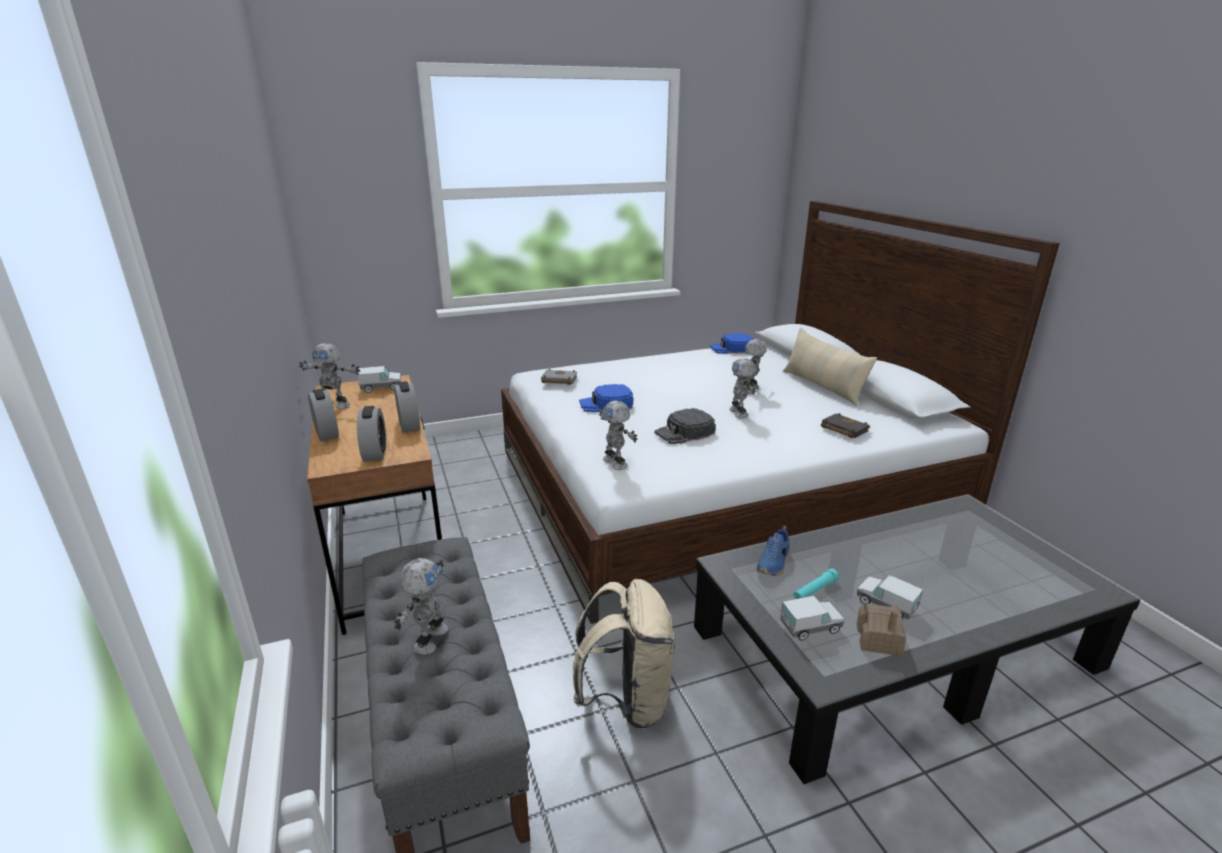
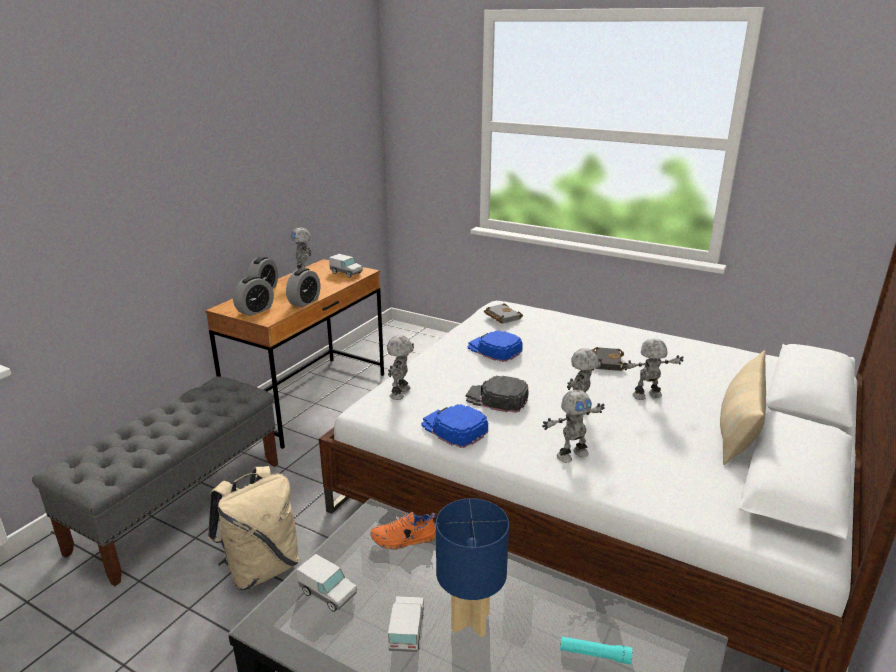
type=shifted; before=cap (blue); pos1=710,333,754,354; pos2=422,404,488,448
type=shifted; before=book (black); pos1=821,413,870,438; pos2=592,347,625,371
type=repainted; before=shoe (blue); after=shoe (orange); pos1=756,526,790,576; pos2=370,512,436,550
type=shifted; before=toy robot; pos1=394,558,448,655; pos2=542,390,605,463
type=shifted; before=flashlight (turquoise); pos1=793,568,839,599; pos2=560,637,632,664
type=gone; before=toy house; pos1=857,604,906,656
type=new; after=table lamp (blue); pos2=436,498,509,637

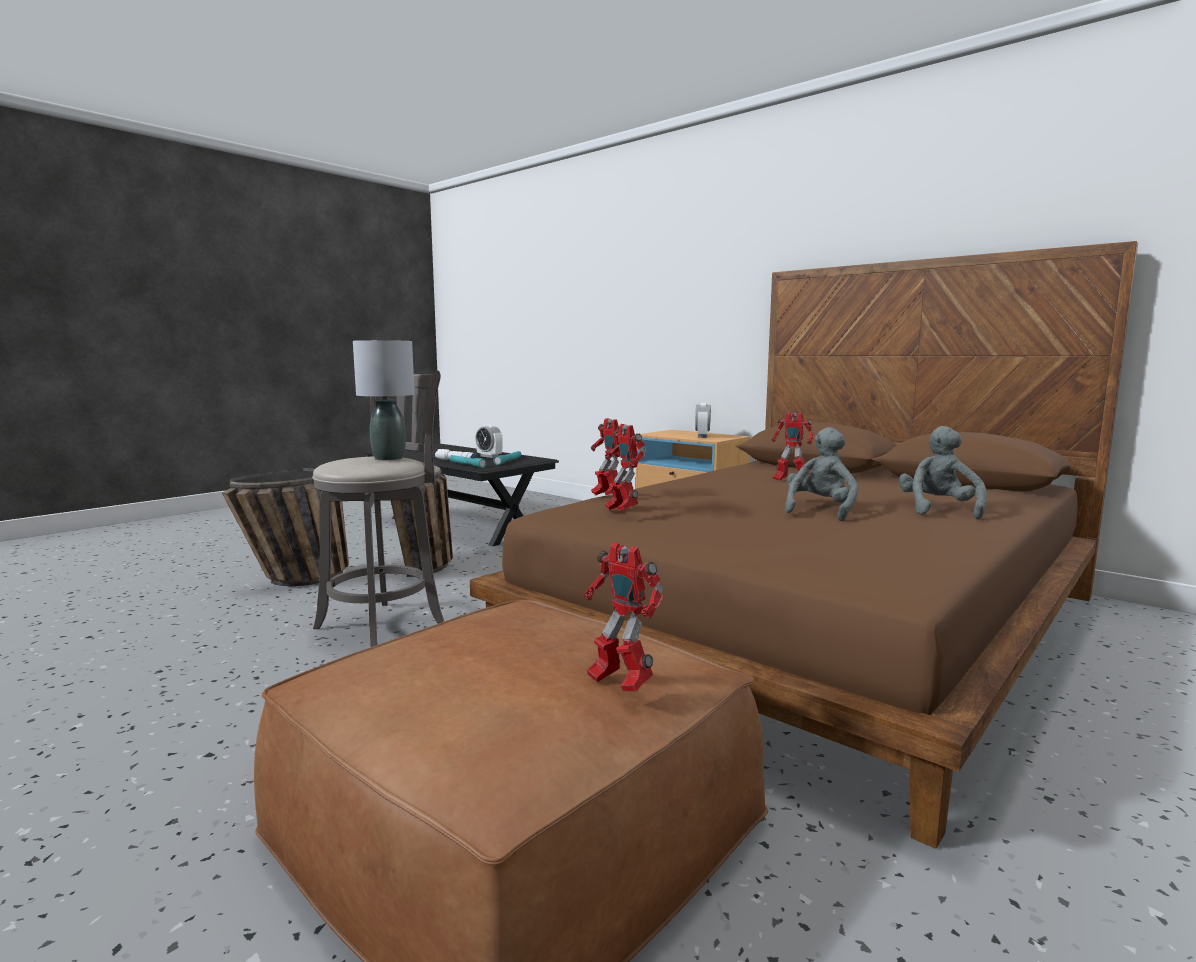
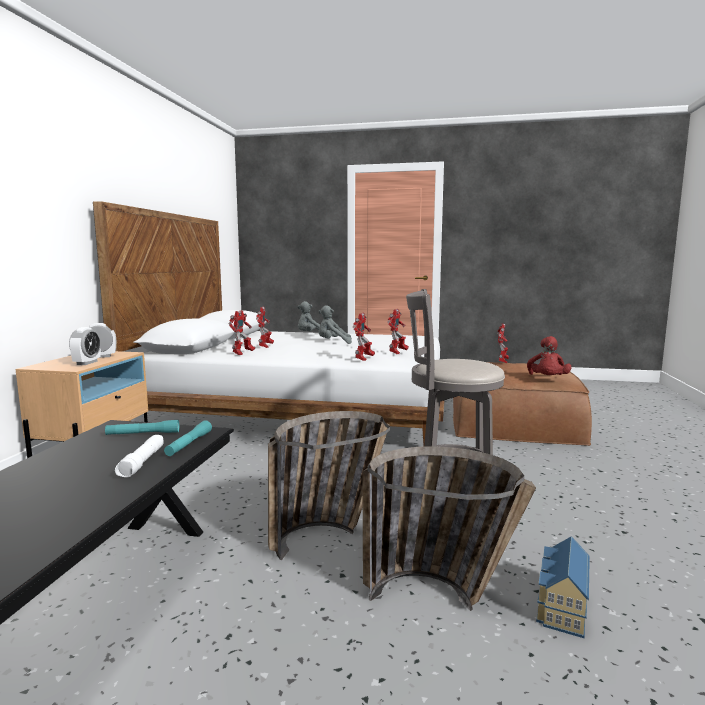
type=repainted; before=bed (brown); after=bed (white); pos1=470,241,1138,849; pos2=93,201,445,445
type=gone; before=table lamp (grey); pos1=353,340,415,460
type=shifted; before=alarm clock; pos1=475,424,503,458; pos2=69,327,101,365
type=new; after=toy robot; pos2=229,310,255,355
type=new; after=plush toy (red); pos2=527,336,572,375
type=new; after=toy house; pos2=536,536,590,638

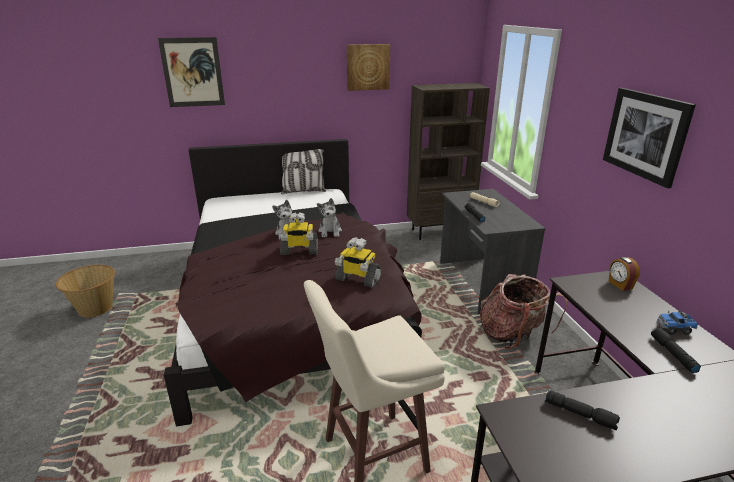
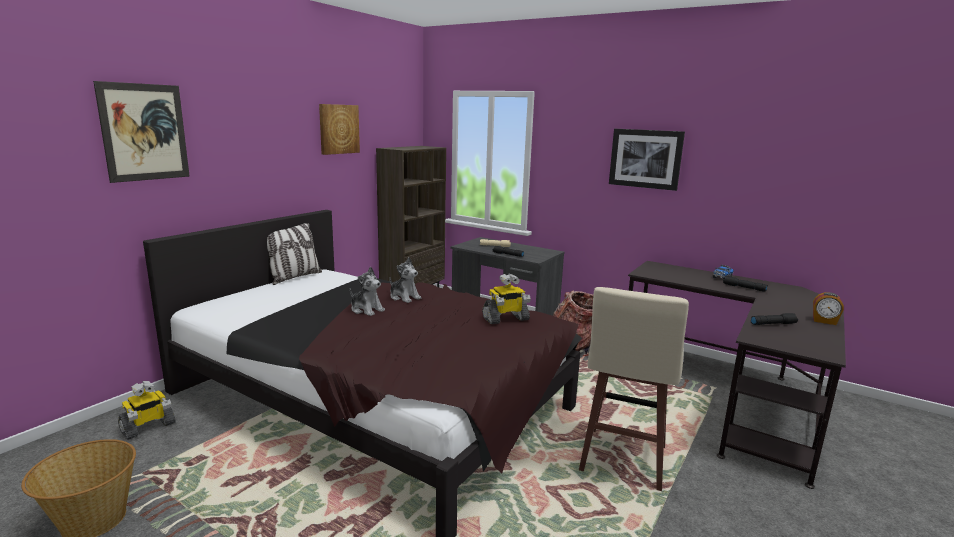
type=shifted; before=toy robot; pos1=280,212,318,255; pos2=118,381,176,440
type=shifted; before=alarm clock; pos1=609,257,640,291; pos2=813,292,844,325

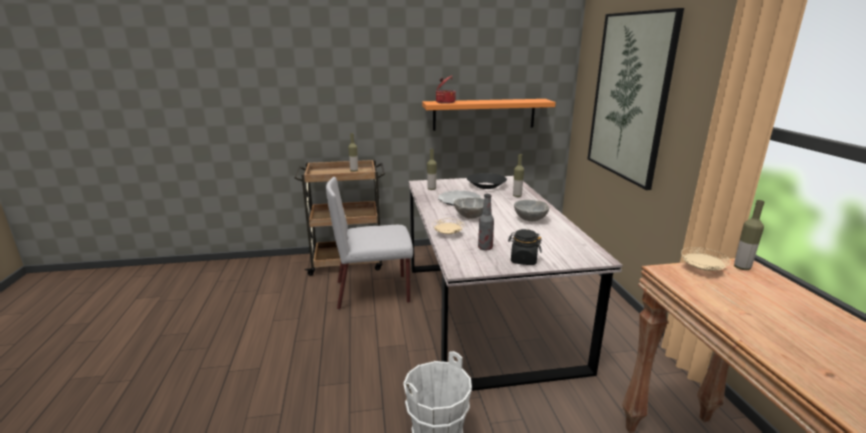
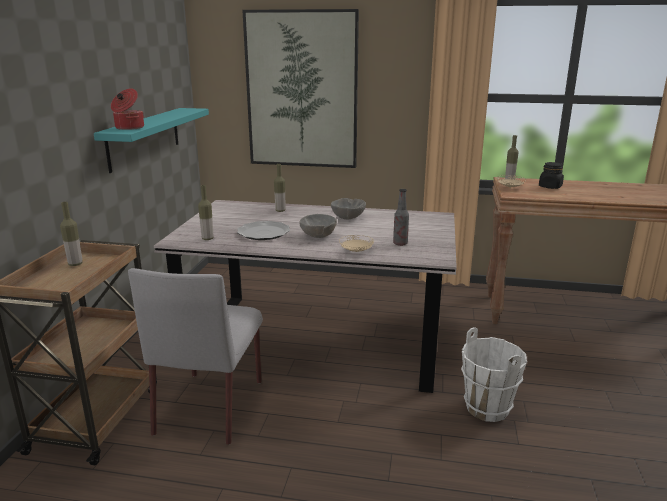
type=repainted; before=shelf (orange); after=shelf (turquoise); pos1=422,99,556,131; pos2=94,108,209,173
type=gone; before=bowl (black); pos1=467,173,507,189
type=shifted; before=jar (black); pos1=508,229,542,265; pos2=539,162,564,189

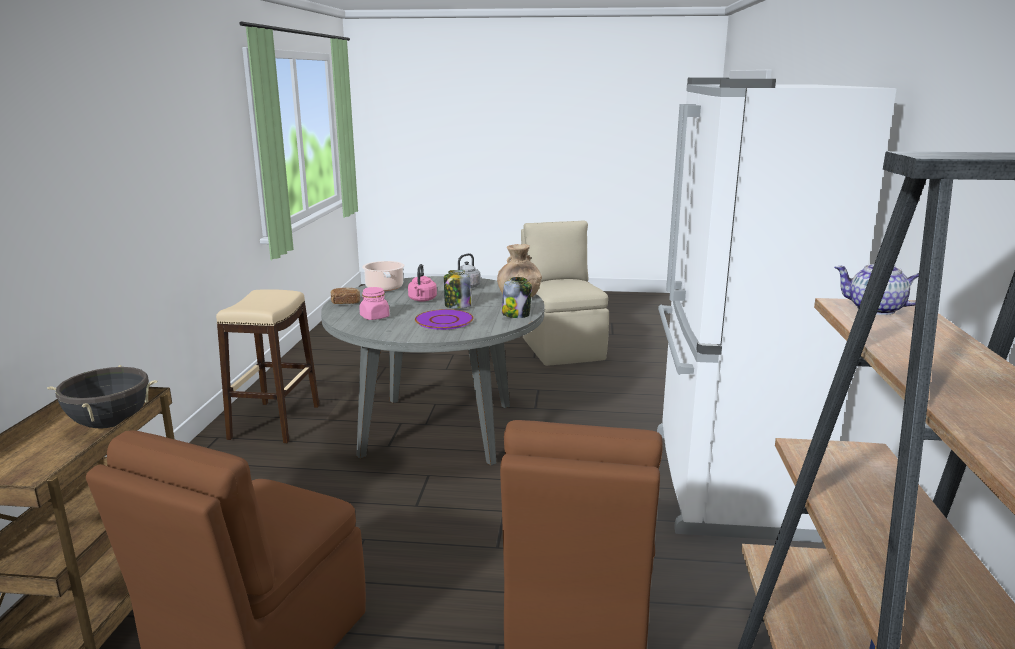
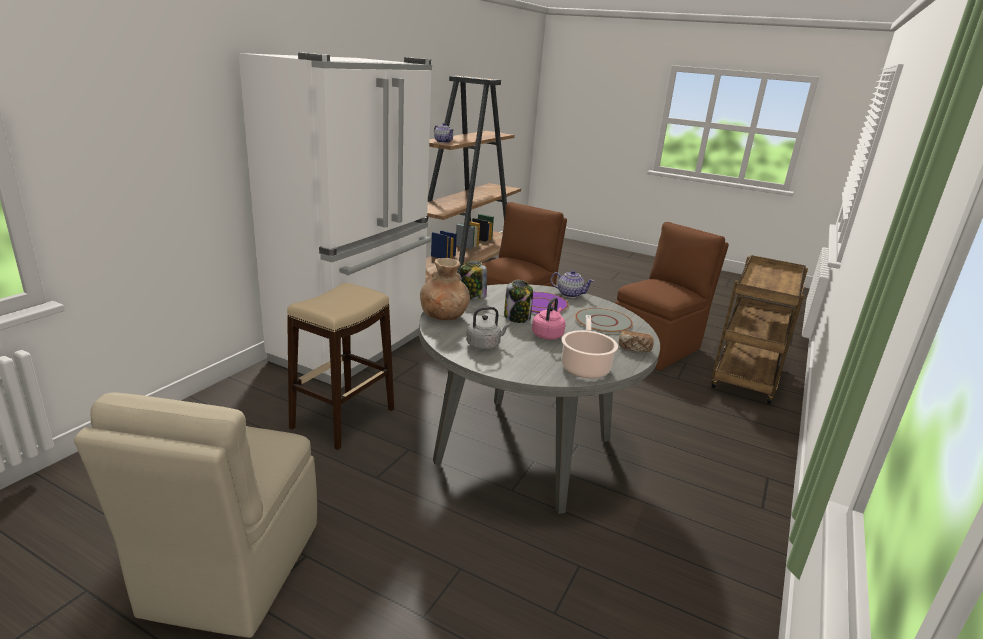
type=swapped; before=jar (pink); after=plate (grey); pos1=359,287,390,320; pos2=575,308,633,333
type=shifted; before=stool (beige); pos1=216,289,320,443; pos2=287,283,394,450
type=gone; before=cooking pot (black); pos1=47,365,157,429
type=new; after=teapot; pos2=551,270,594,298

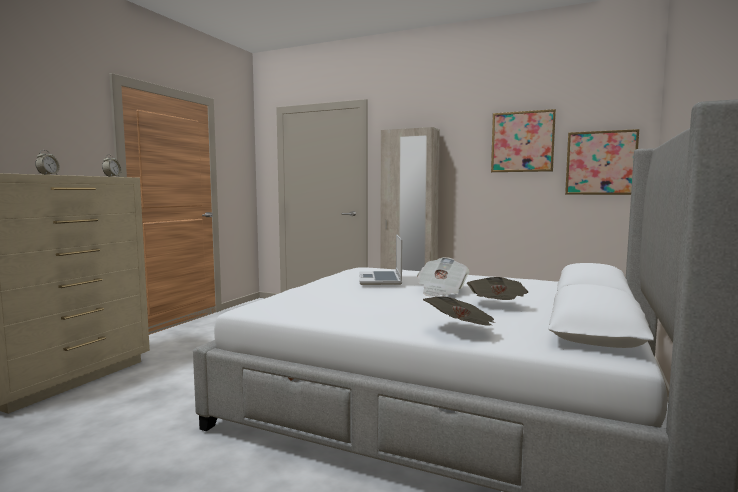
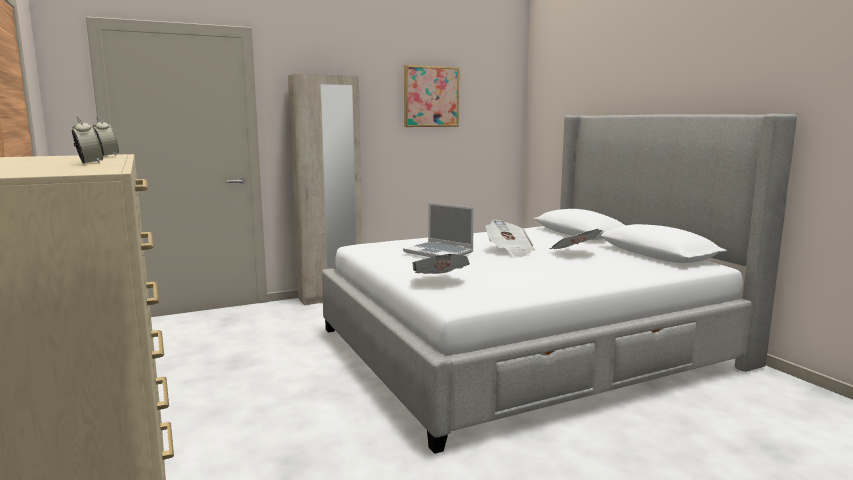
type=gone; before=picture; pos1=565,129,639,195
type=shifted; before=newspaper; pos1=423,296,495,326; pos2=412,254,470,274

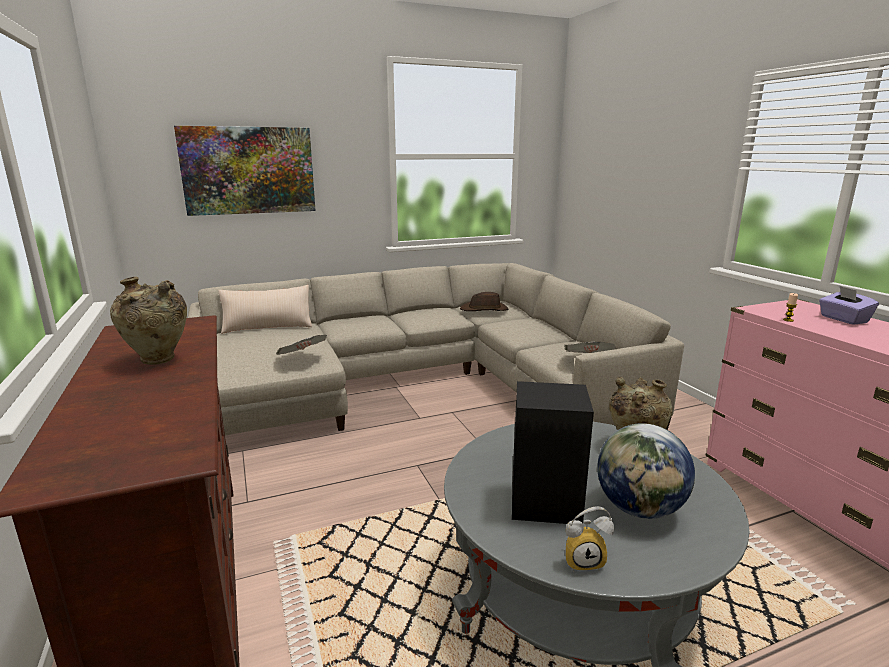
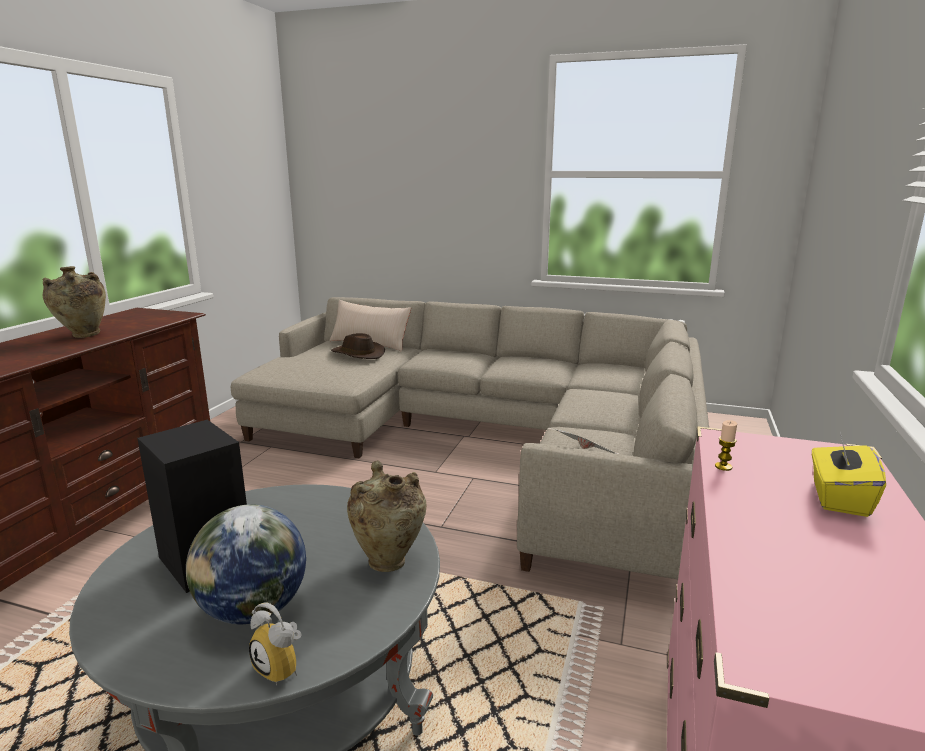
type=gone; before=picture; pos1=174,126,316,216
type=repainted; before=tissue box (purple); after=tissue box (yellow); pos1=819,286,879,325; pos2=812,431,886,517
type=shifted; before=hat (brown); pos1=460,292,508,311; pos2=331,333,385,359
type=gone; before=newspaper; pos1=276,335,327,355
type=shifted; before=alarm clock; pos1=565,506,614,572; pos2=249,603,302,685

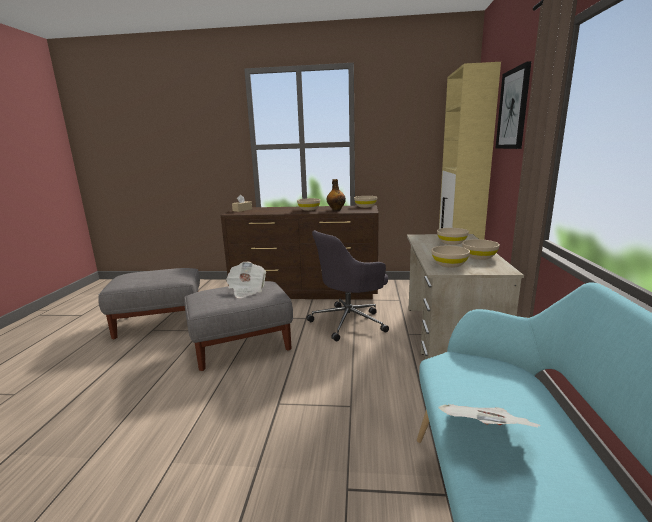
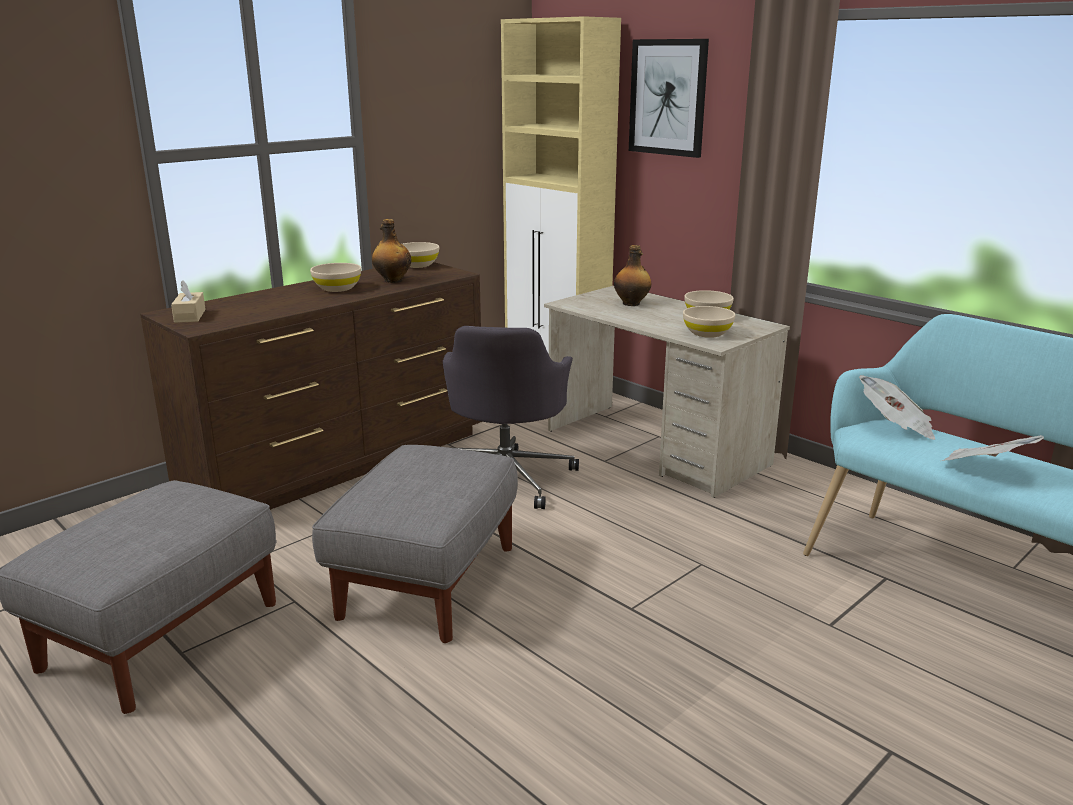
type=swapped; before=bowl (beige); after=bottle; pos1=437,228,469,245; pos2=614,245,651,306
type=shifted; before=newspaper; pos1=226,262,266,298; pos2=859,375,936,440

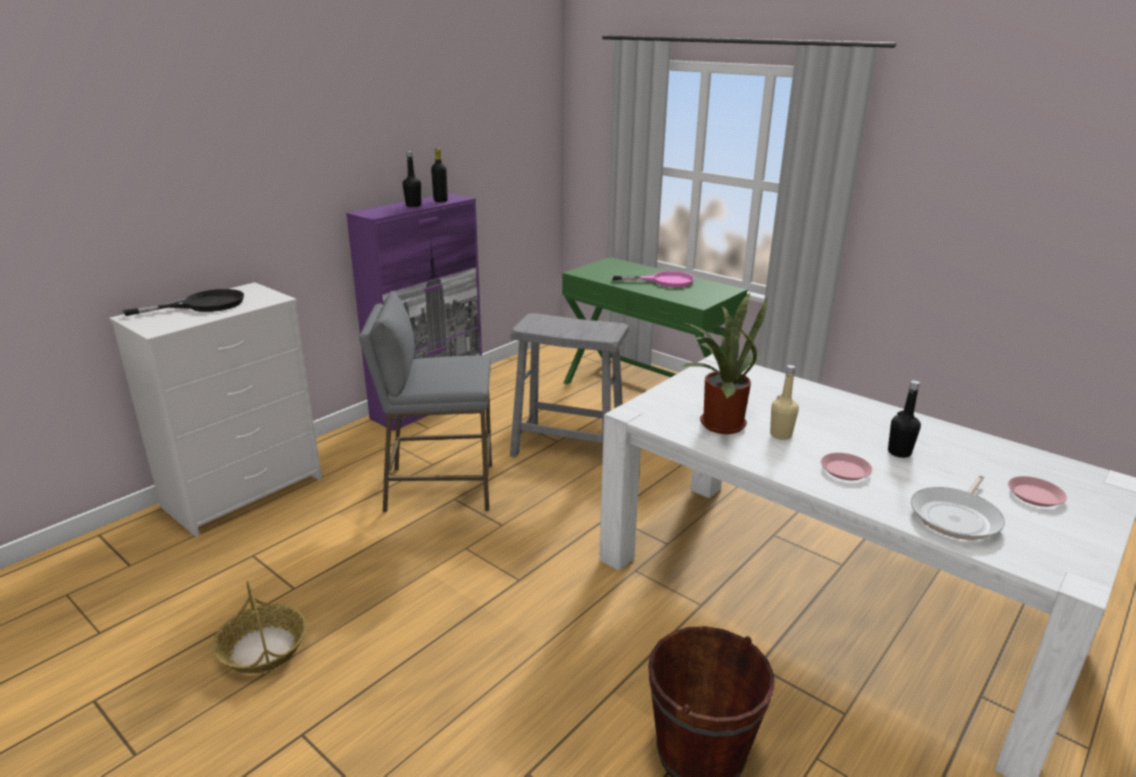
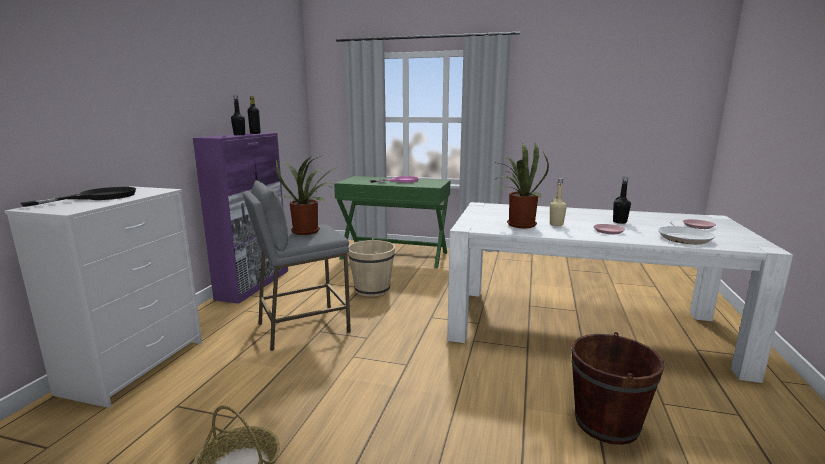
type=swapped; before=stool (grey); after=bucket (beige); pos1=510,313,629,462; pos2=348,238,395,297
type=new; after=potted plant; pos2=276,156,339,235

